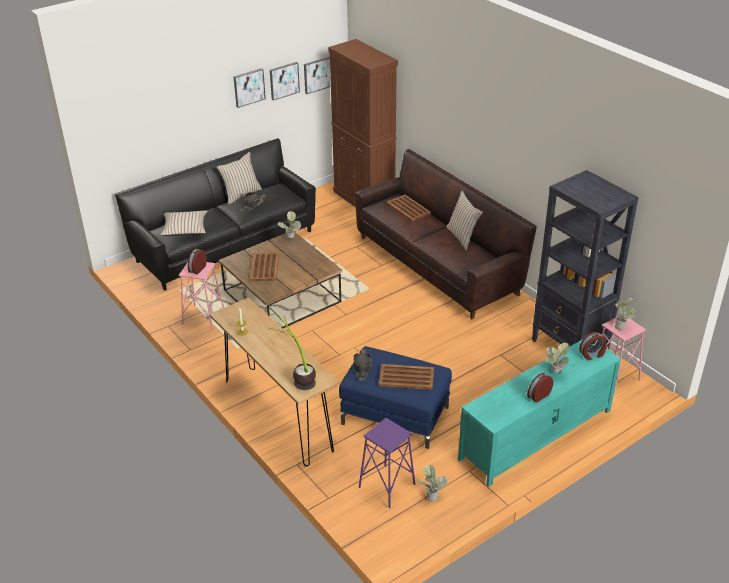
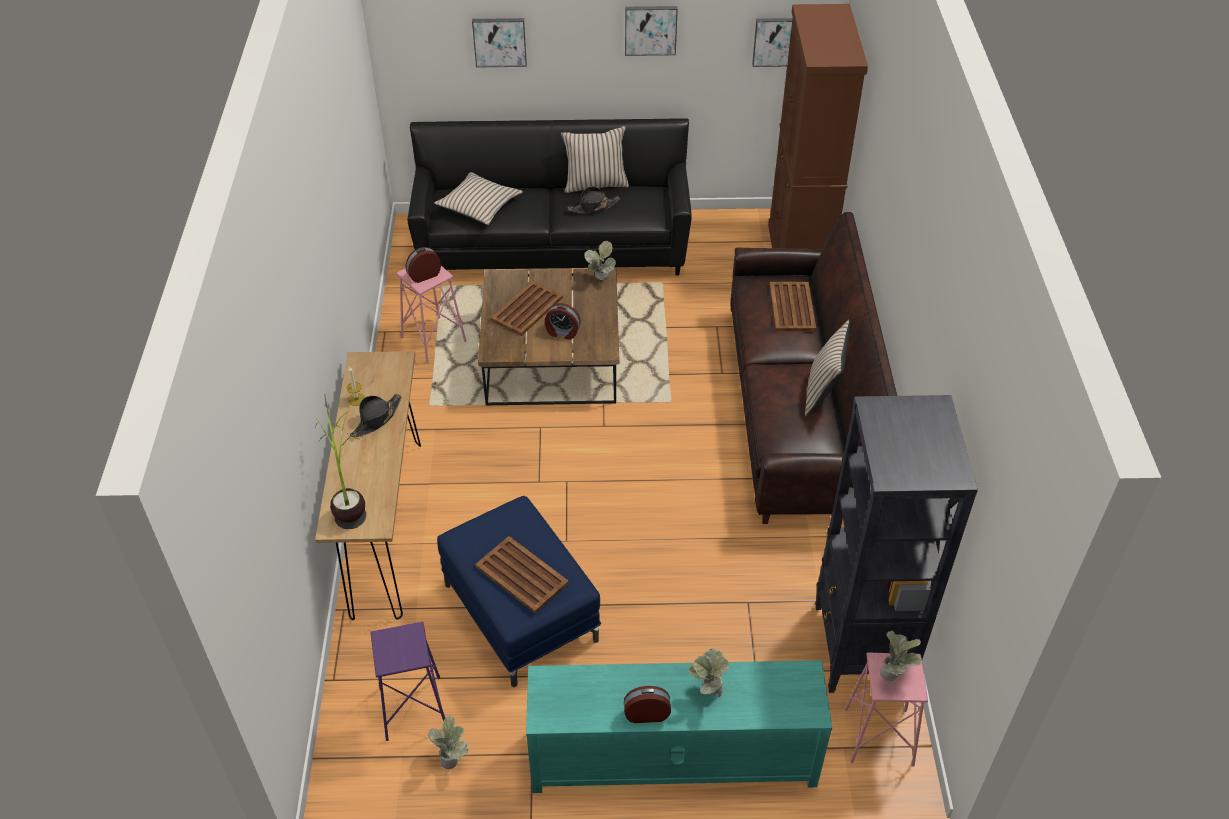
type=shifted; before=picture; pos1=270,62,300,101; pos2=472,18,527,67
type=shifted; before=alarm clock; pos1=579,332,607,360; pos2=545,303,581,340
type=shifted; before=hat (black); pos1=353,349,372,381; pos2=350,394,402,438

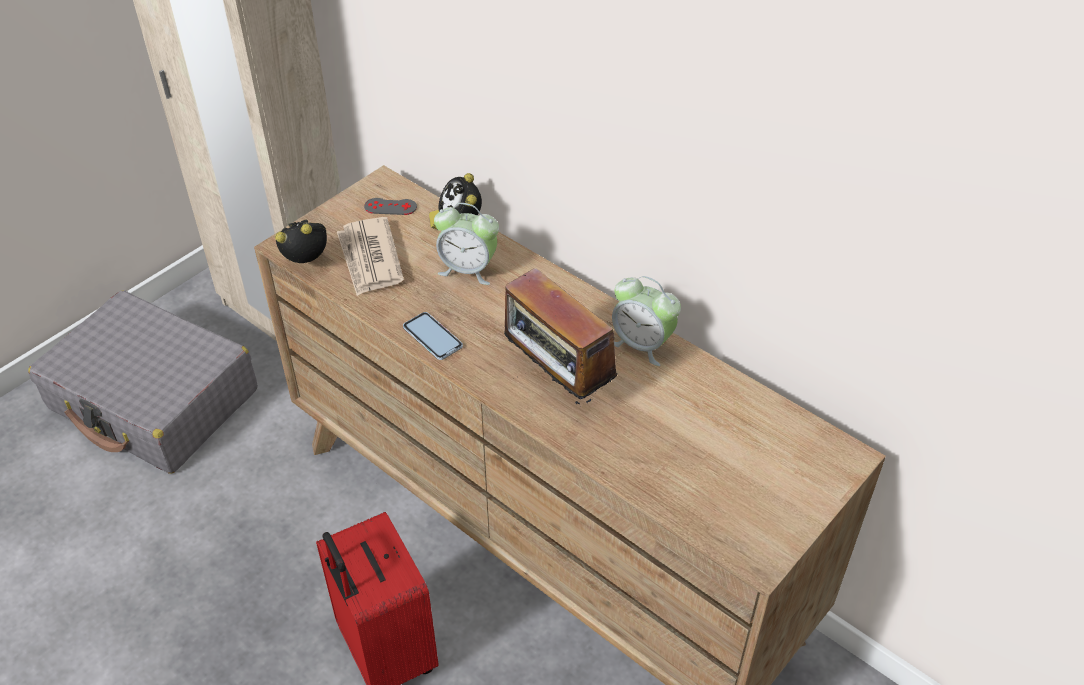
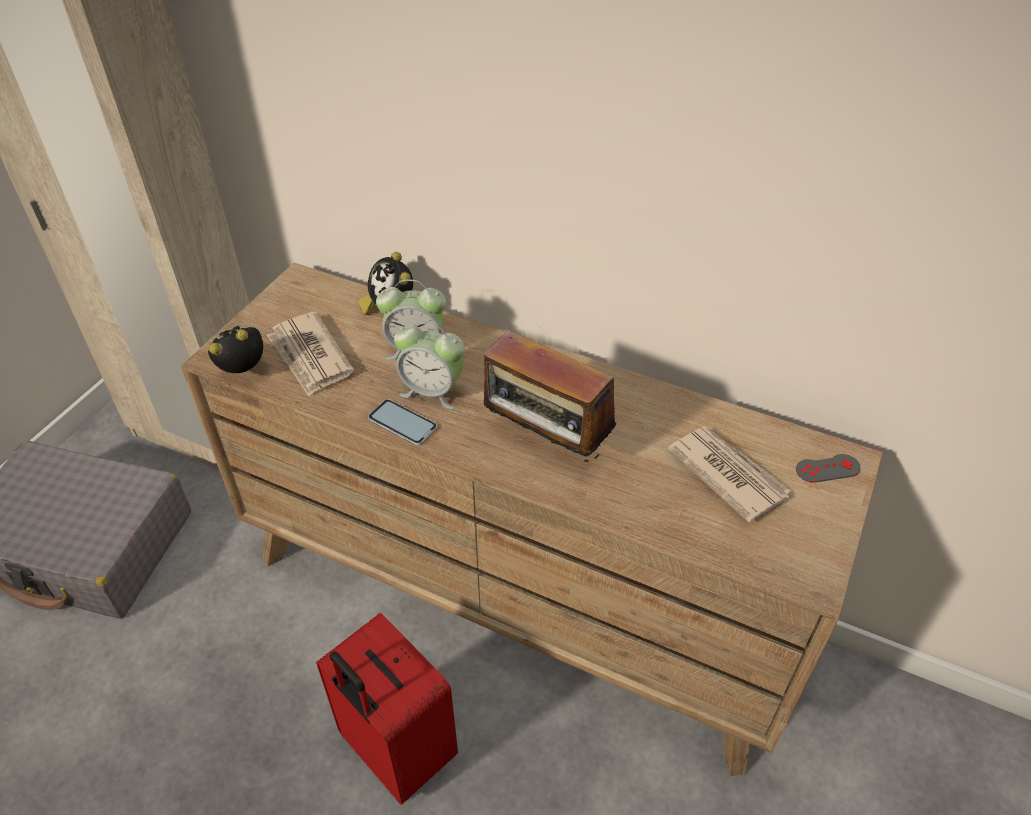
type=shifted; before=game controller (grey); pos1=364,198,417,215; pos2=796,454,860,483
type=shifted; before=alarm clock; pos1=612,276,681,366; pos2=394,320,465,409
type=new; after=newspaper; pos2=668,426,791,523

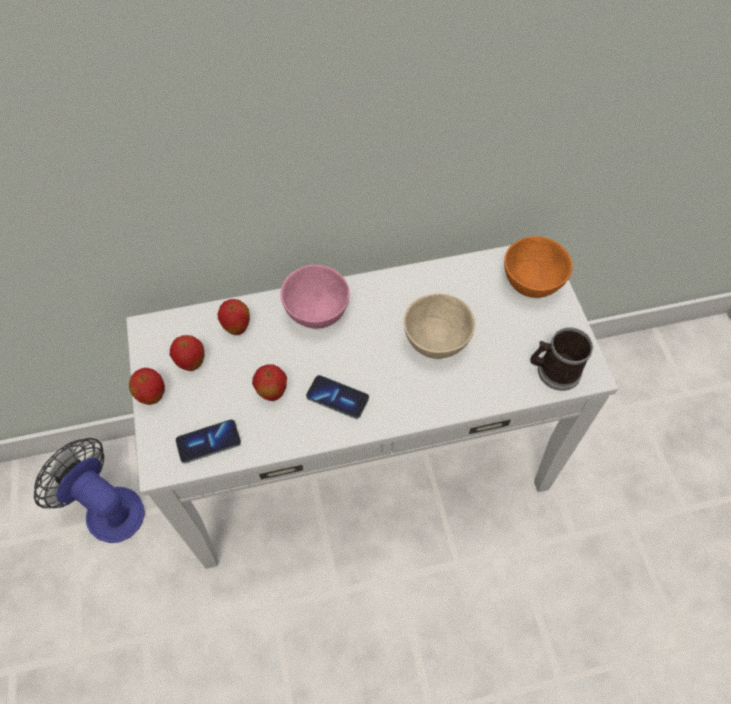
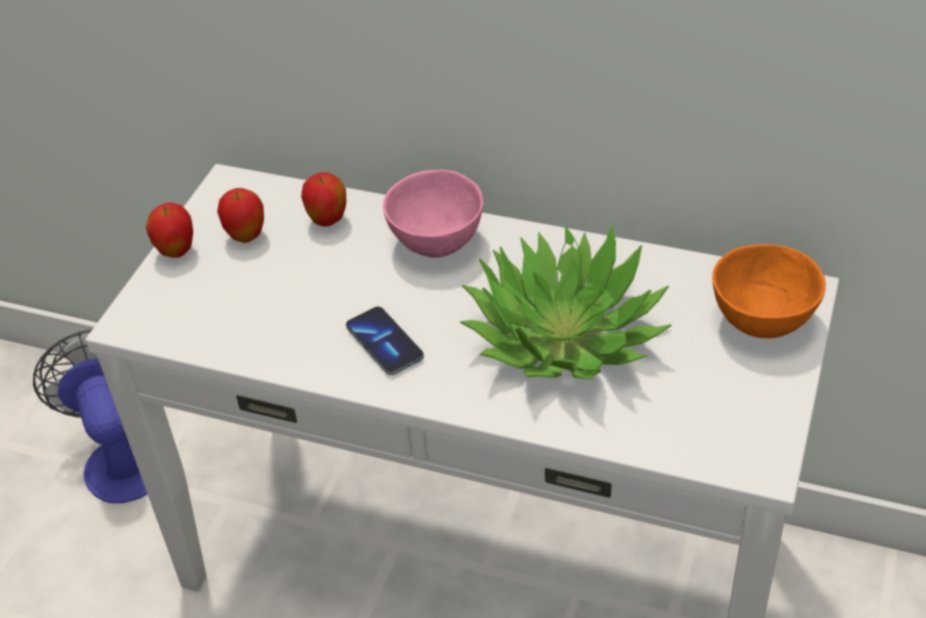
type=swapped; before=bowl (beige); after=potted plant; pos1=403,294,475,359; pos2=460,225,672,380
type=gone; before=mug; pos1=530,327,593,391
type=gone; before=apple; pos1=252,364,287,401
type=gone; before=phone; pos1=176,420,241,464

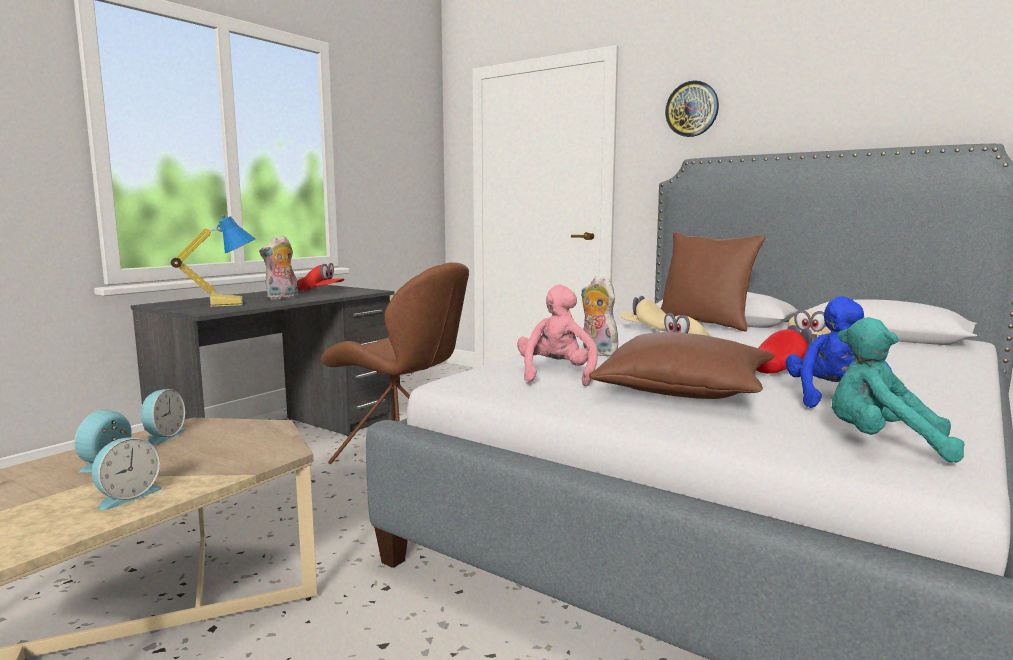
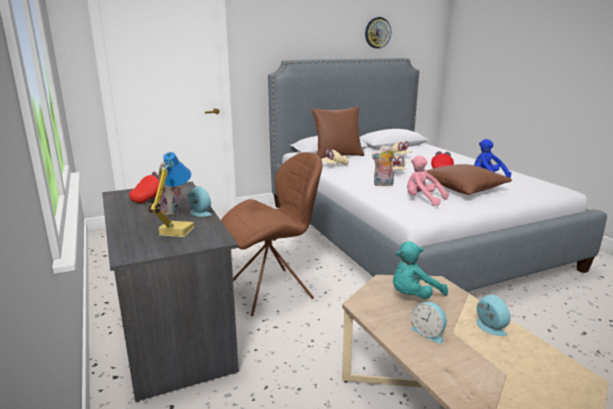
type=shifted; before=wall clock; pos1=665,80,719,137; pos2=365,17,391,49
type=shifted; before=plush toy (turquoise); pos1=831,317,965,463; pos2=393,241,448,299
type=shifted; before=alarm clock; pos1=141,389,186,445; pos2=187,186,212,216

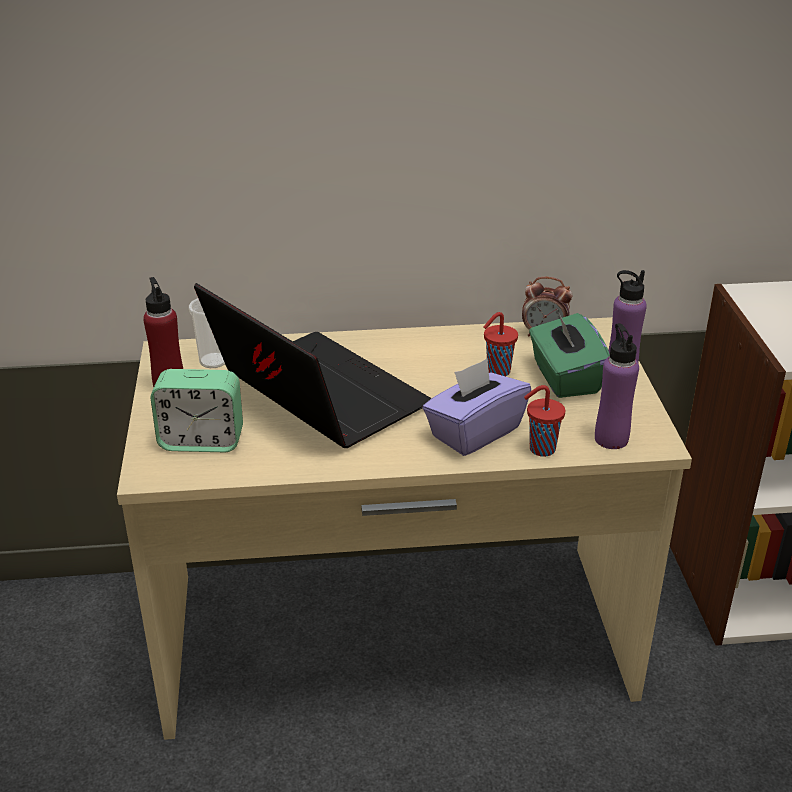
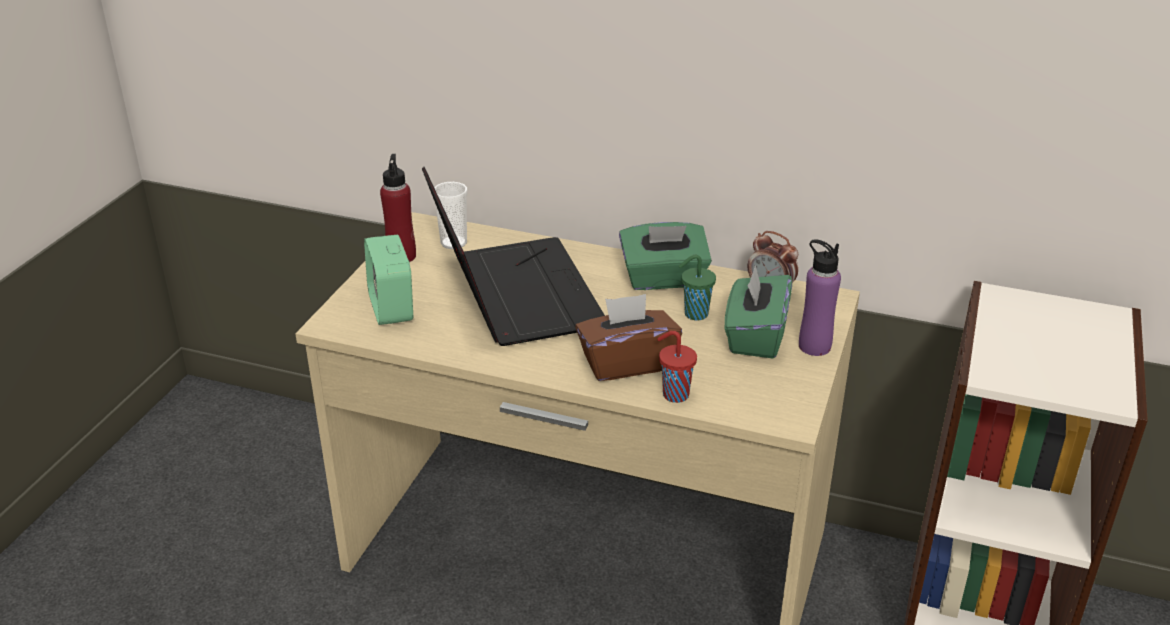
type=repainted; before=cup (red); after=cup (green); pos1=484,312,518,376; pos2=679,255,716,320
type=gone; before=bottle (purple); pos1=595,323,639,449
type=repainted; before=tissue box (purple); after=tissue box (brown); pos1=423,359,531,456; pos2=575,294,682,381
type=rotated; before=alarm clock; pos1=151,369,243,452; pos2=364,235,413,325; turn=45
type=new; after=tissue box (green); pos2=619,222,712,290

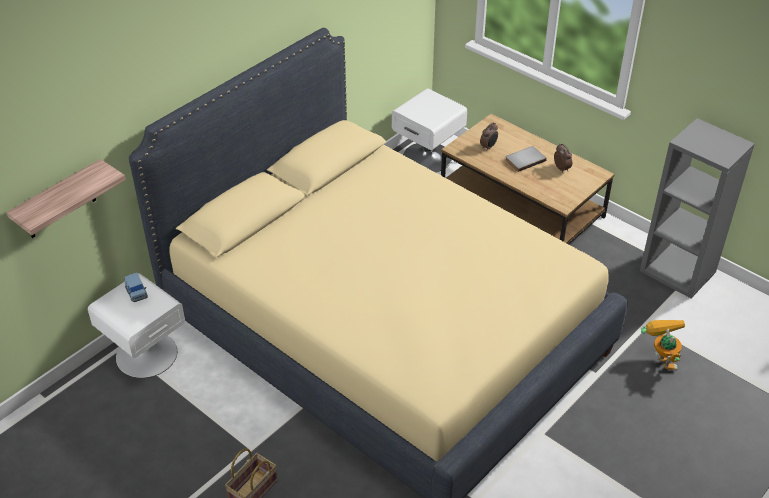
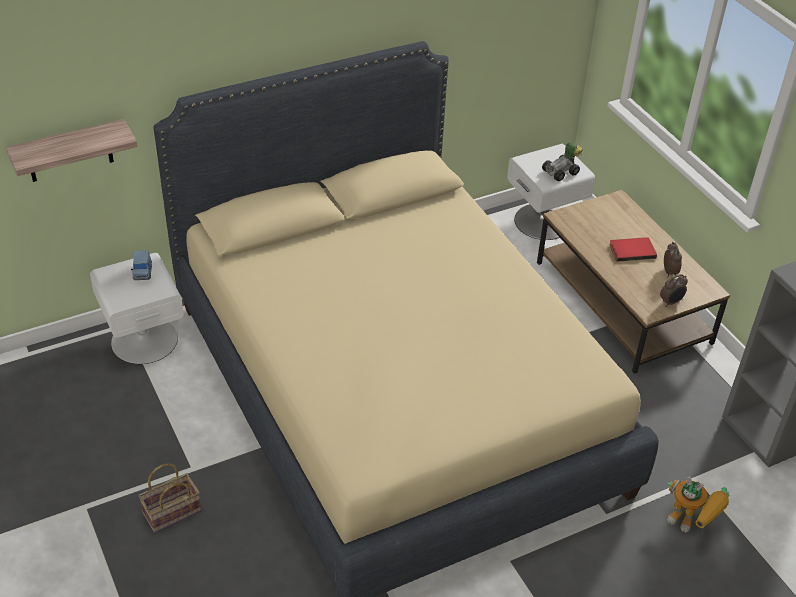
type=shifted; before=alarm clock; pos1=480,122,498,151; pos2=660,274,688,307
type=repainted; before=book (grey); after=book (red); pos1=505,146,547,172; pos2=609,237,657,262
type=rotated; before=toy robot; pos1=641,320,685,371; pos2=667,476,729,533; turn=120
type=new; after=toy car; pos2=542,142,583,181

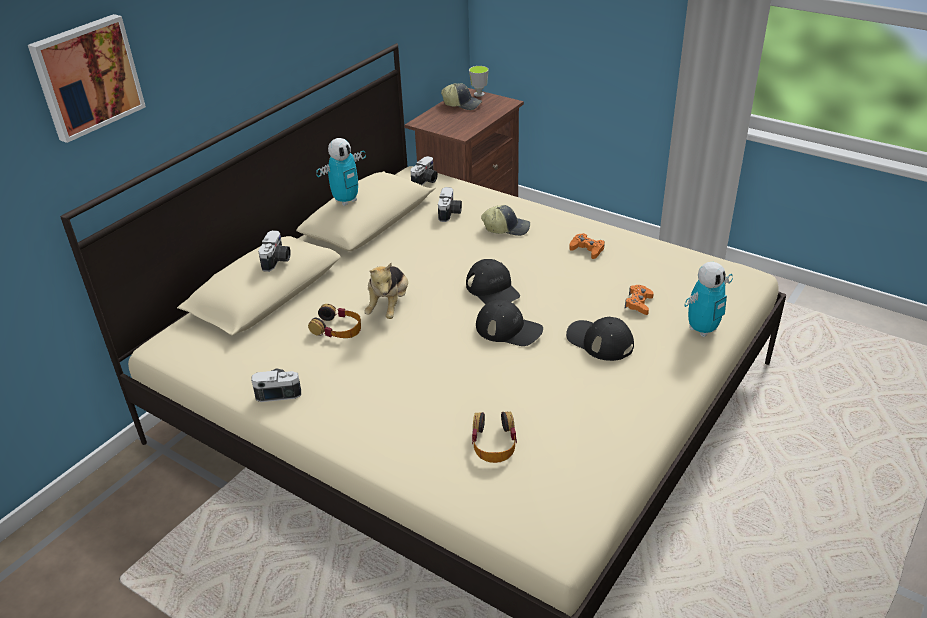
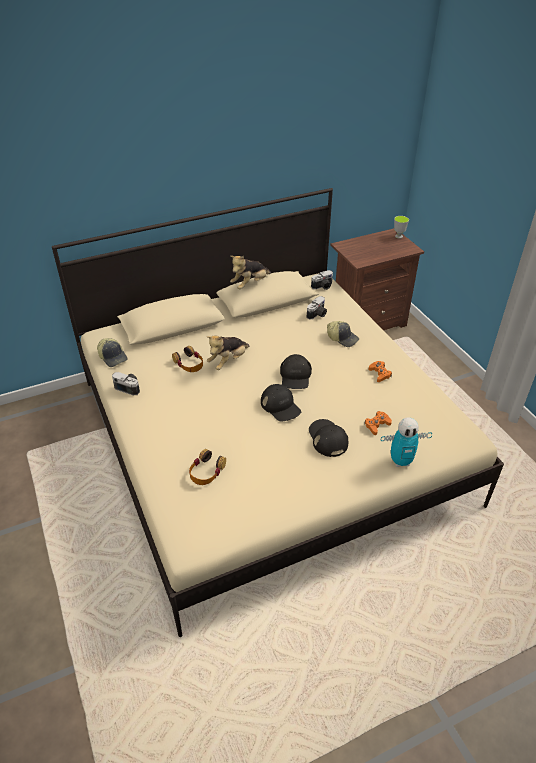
type=gone; before=picture; pos1=28,14,146,143
type=shifted; before=cap; pos1=441,83,482,110; pos2=97,338,127,367
type=swapped; before=toy robot; after=plush toy; pos1=316,138,366,206; pos2=230,256,271,289
type=gone; before=photo camera; pos1=258,230,290,272

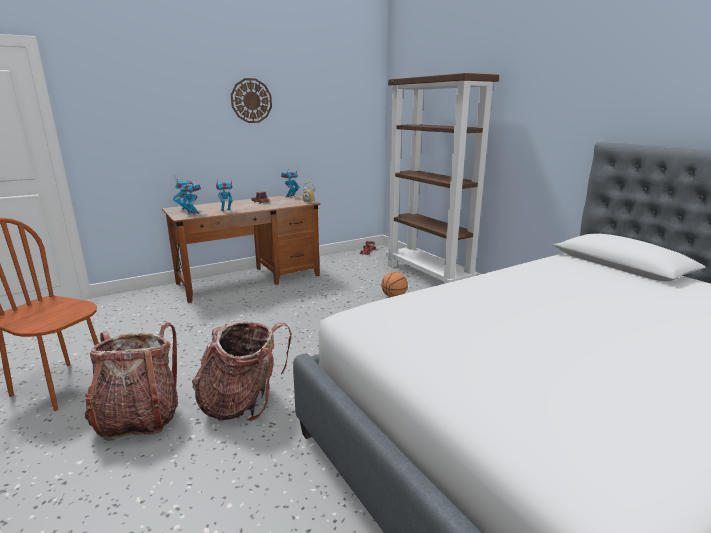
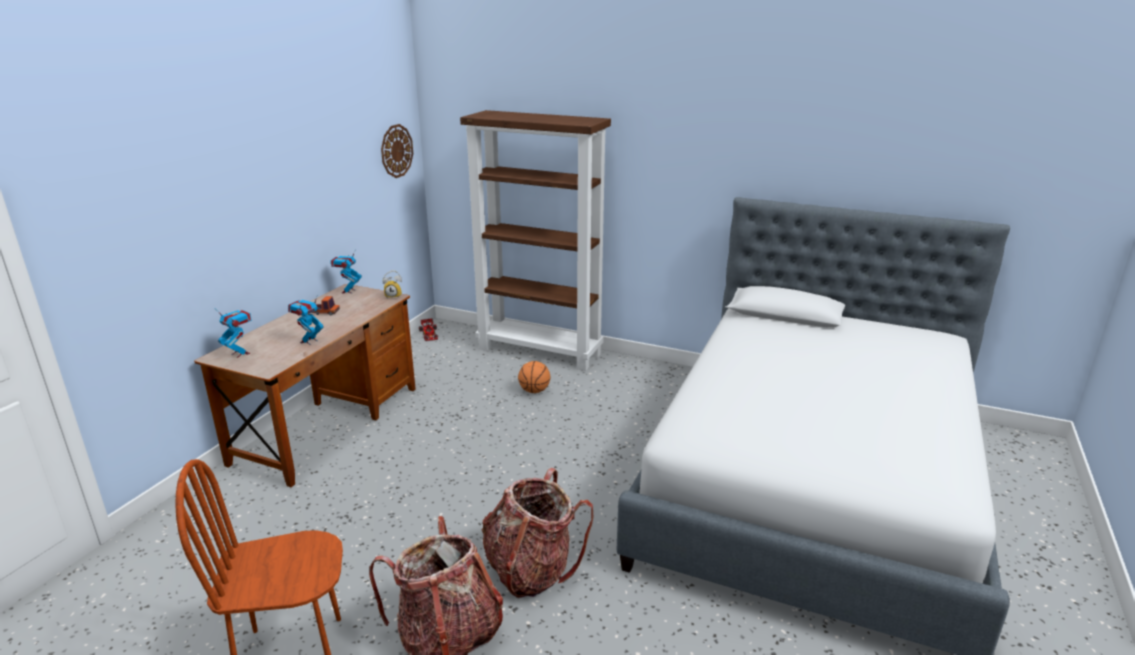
type=shifted; before=wall clock; pos1=231,78,272,123; pos2=381,124,413,178
type=gone; before=toy robot; pos1=180,184,201,215

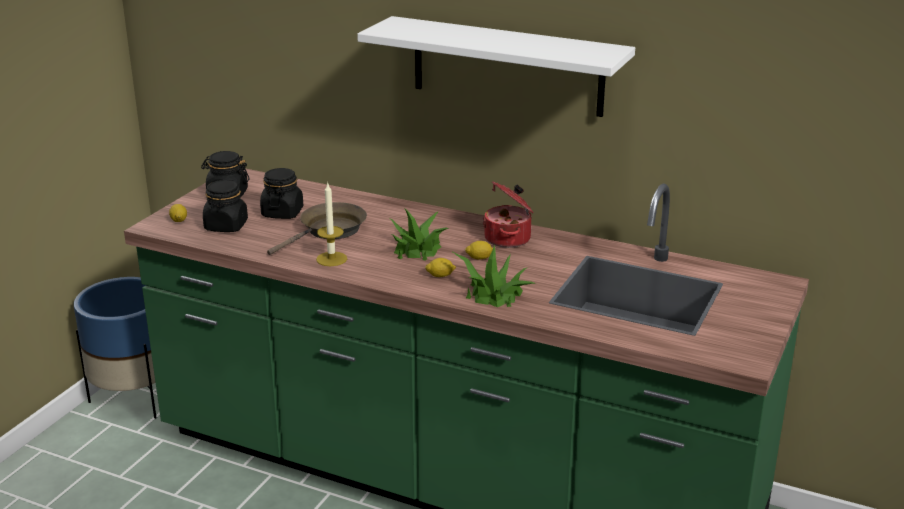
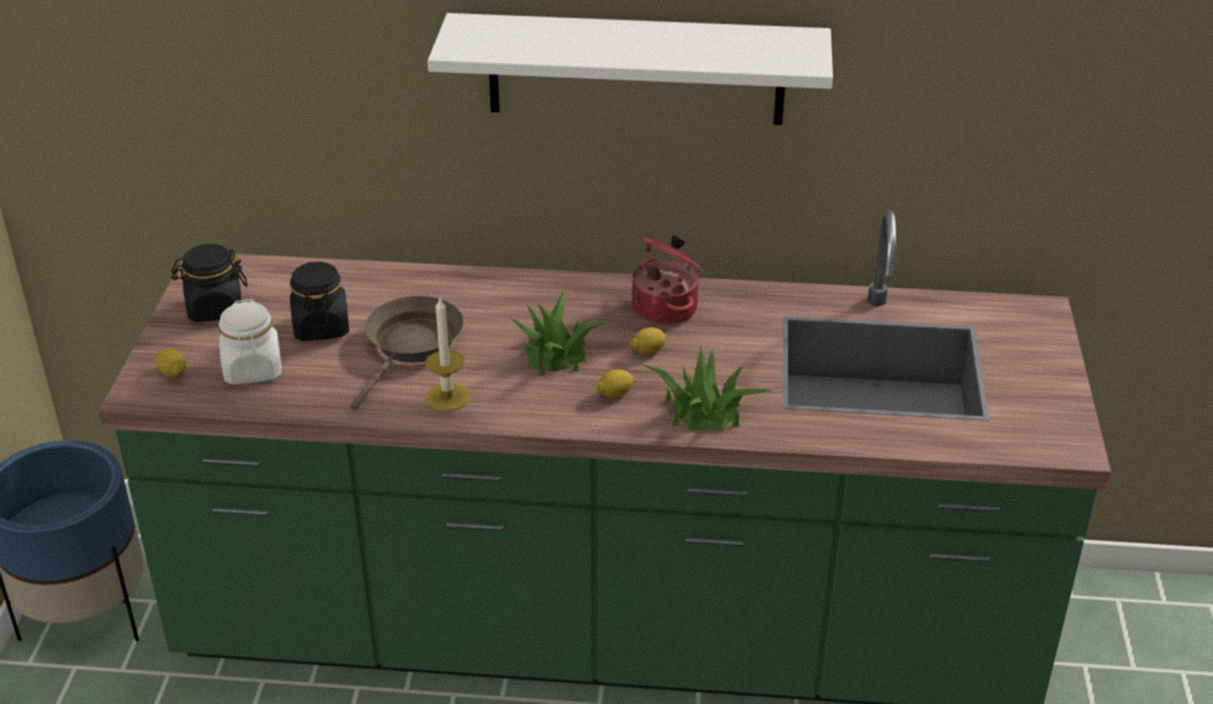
type=repainted; before=jar (black); after=jar (white); pos1=203,179,248,232; pos2=218,299,282,384

